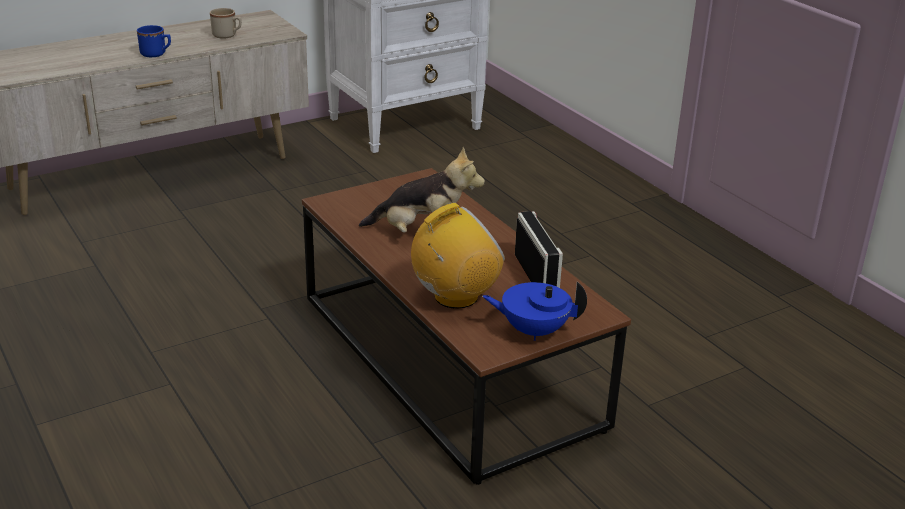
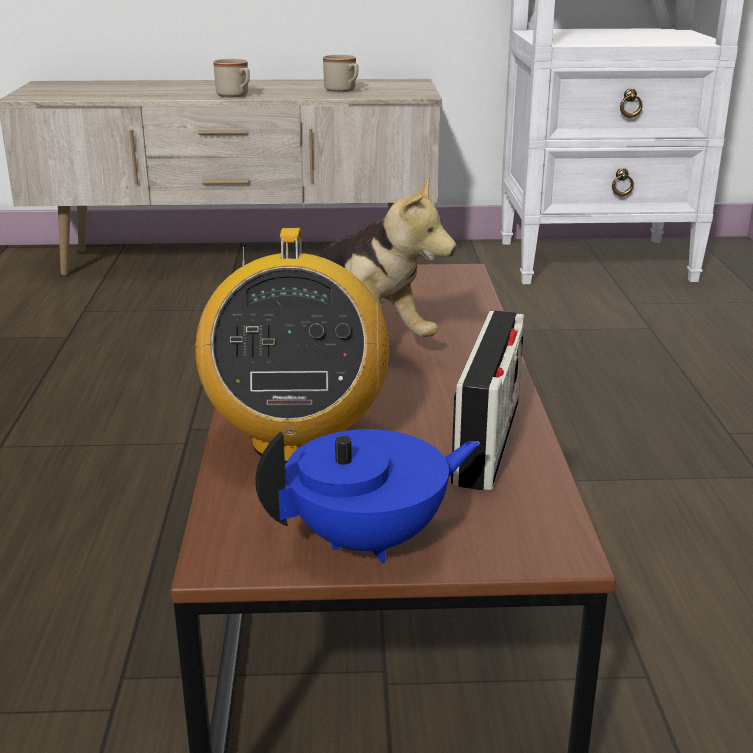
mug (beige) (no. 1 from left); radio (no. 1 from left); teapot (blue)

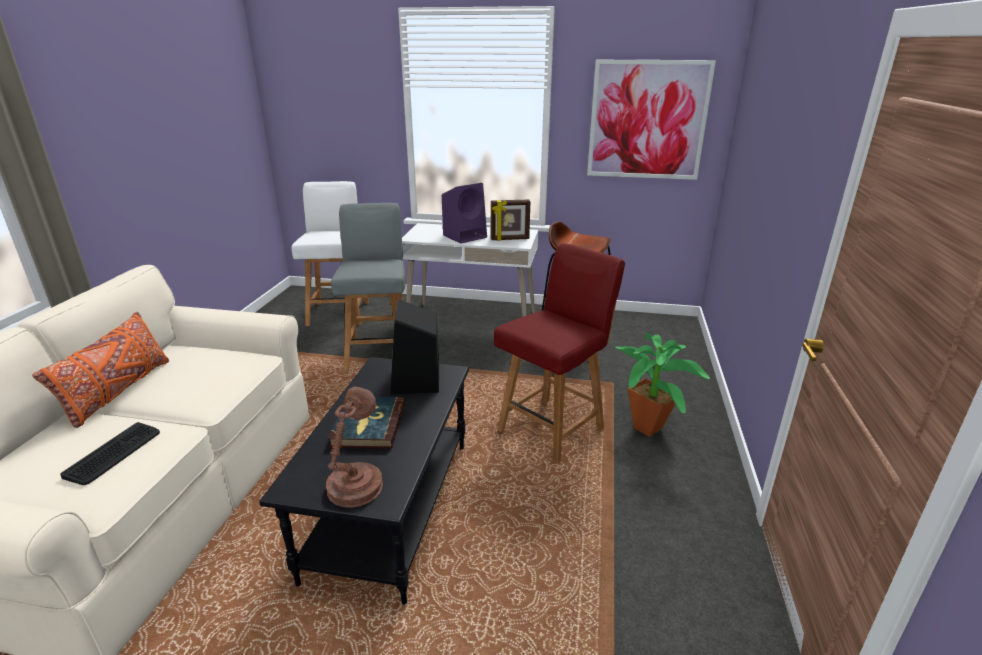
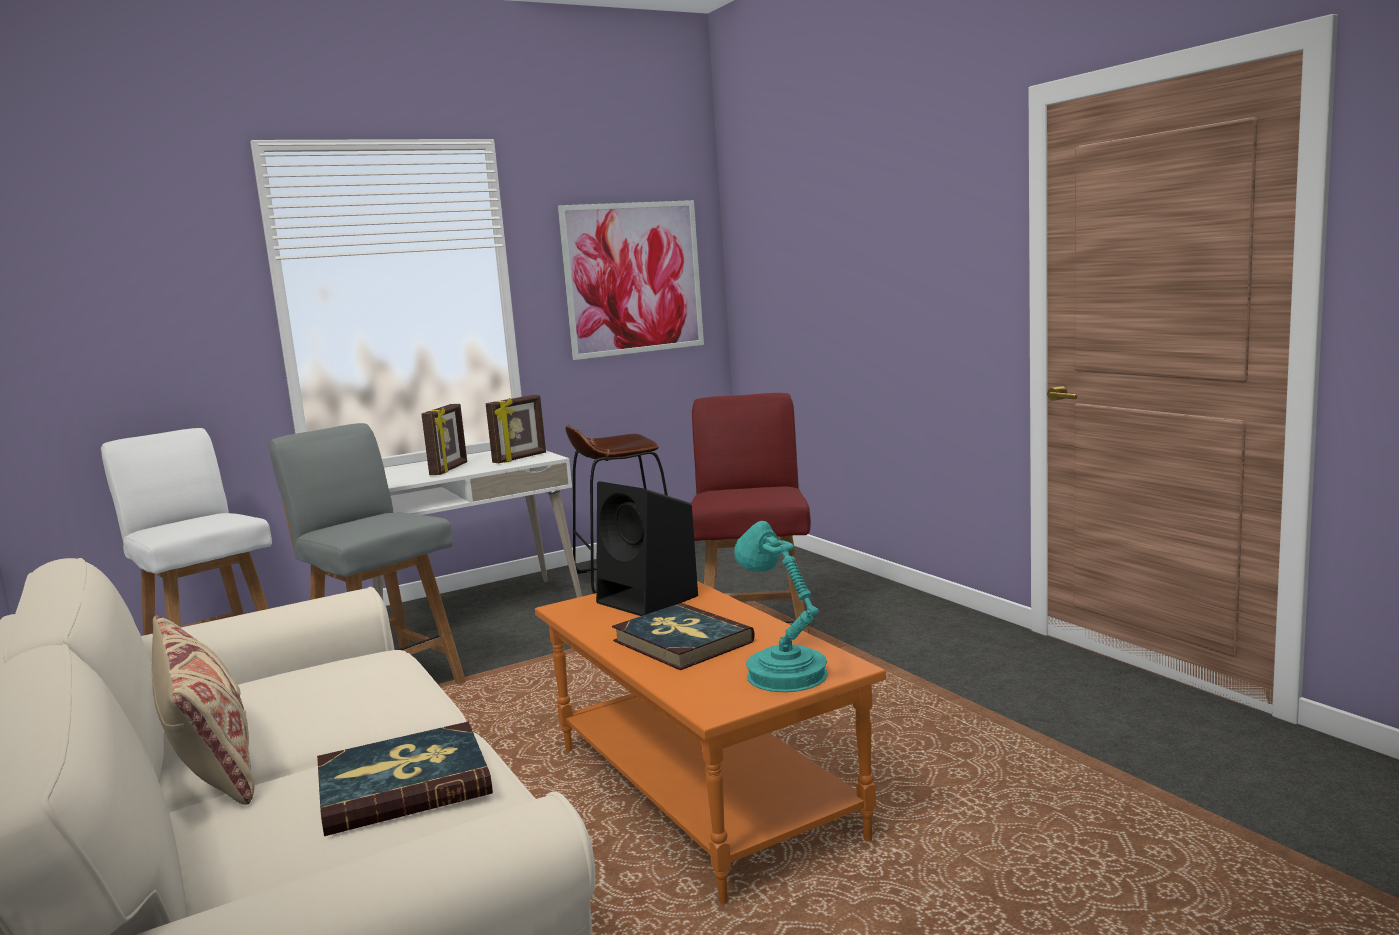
potted plant; book (no. 1 from left); picture frame (no. 1 from left); pillow (beige); coffee table (orange); table lamp (turquoise)

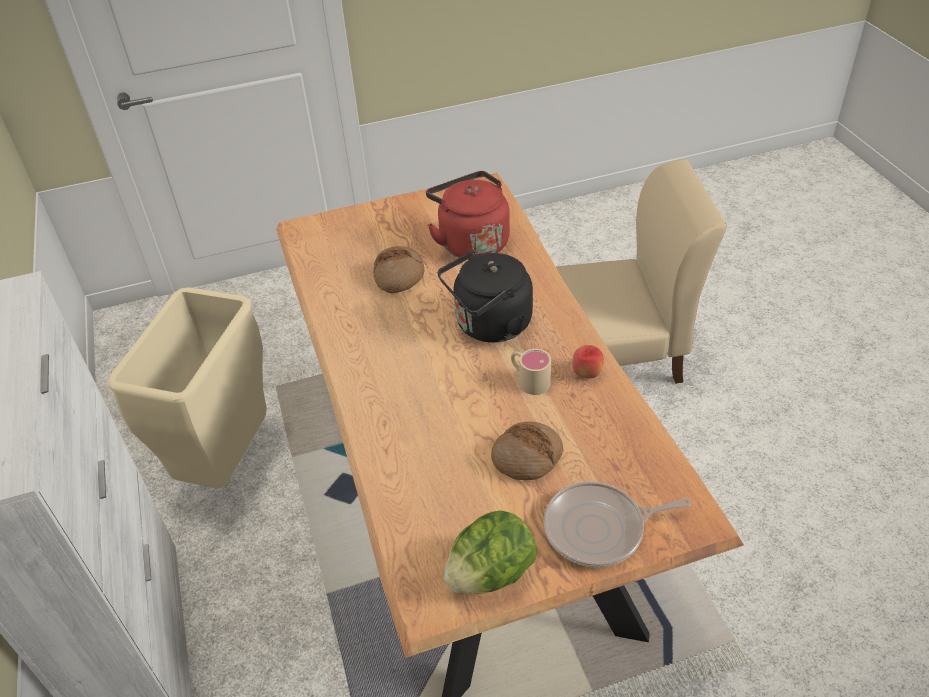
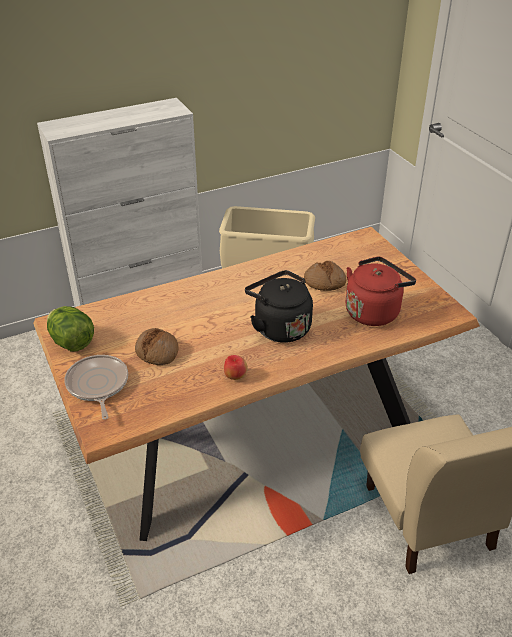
mug (beige)

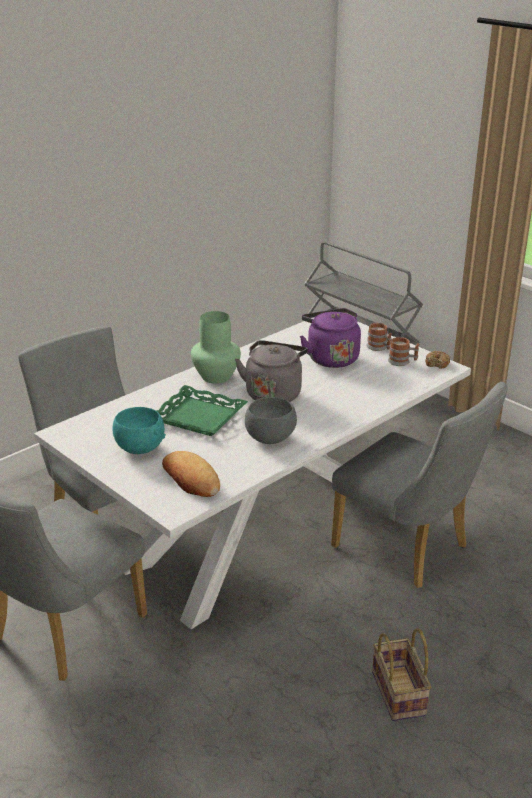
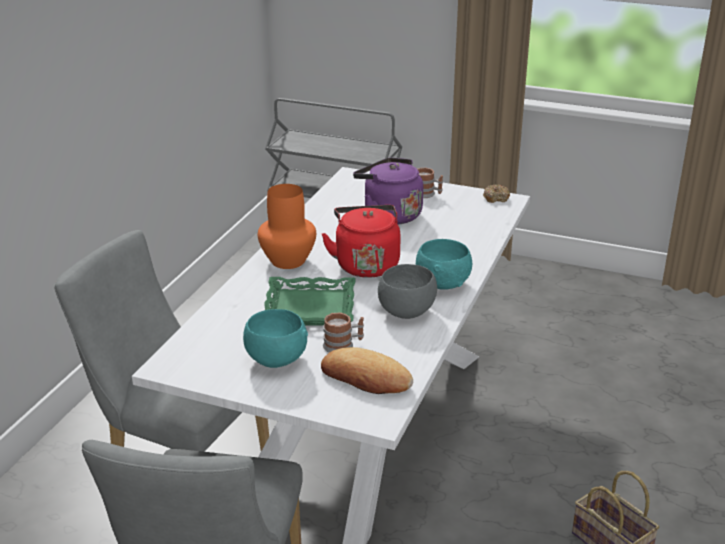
chair (grey) (no. 3 from left in the first image); bowl (turquoise) (no. 2 from left); mug (no. 1 from left); vase (orange); kettle (red)

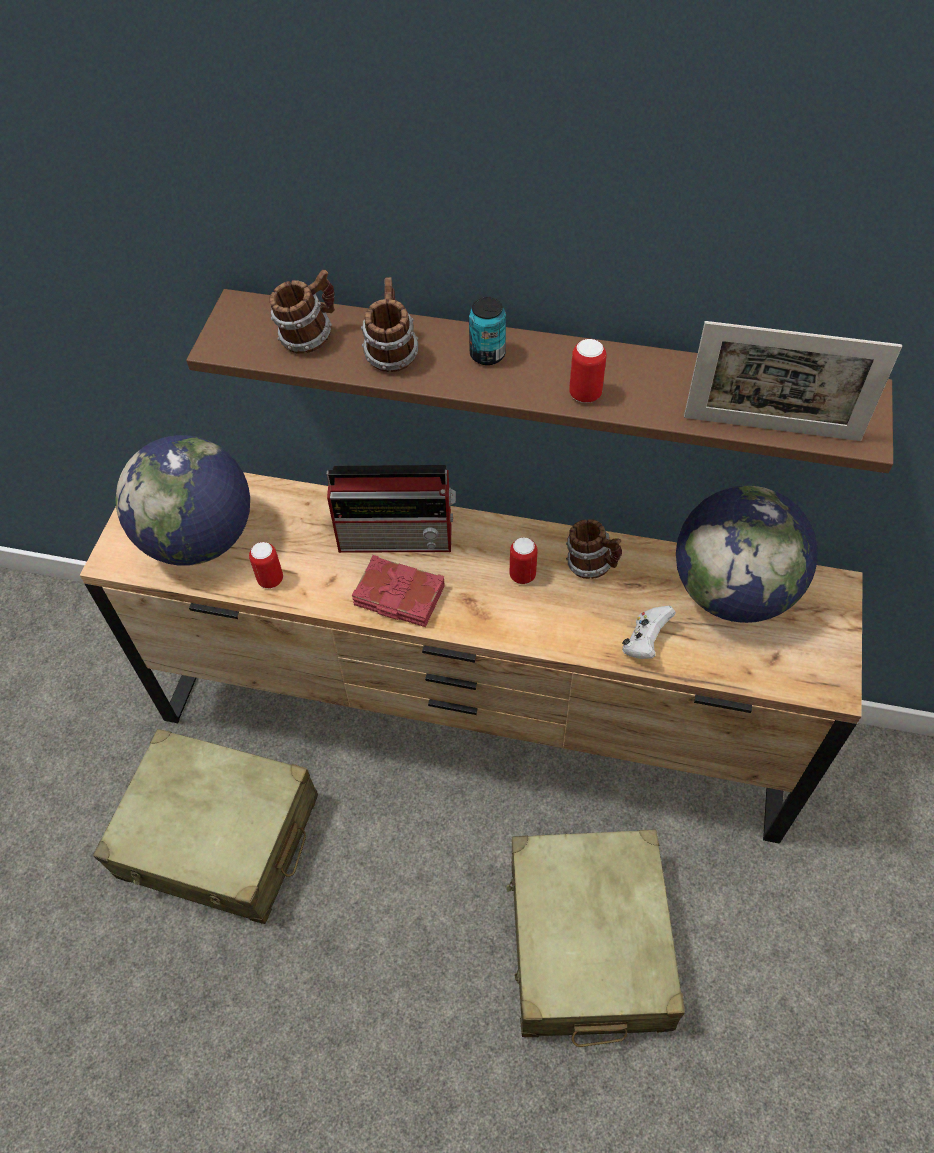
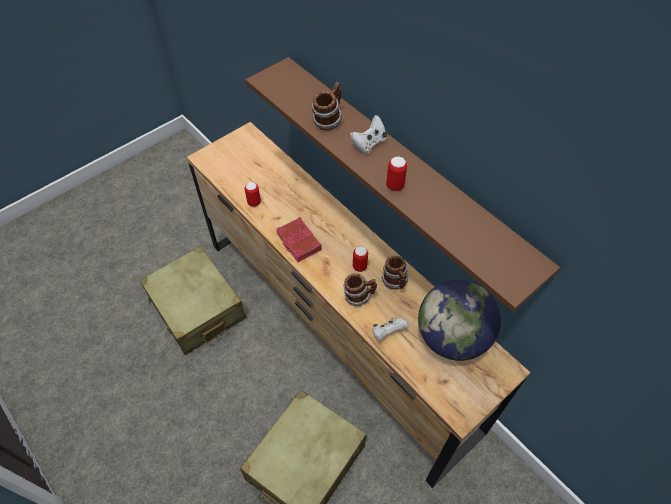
globe (no. 1 from left in the first image); radio; picture frame; mug (no. 2 from left); game controller (white) (no. 1 from left)

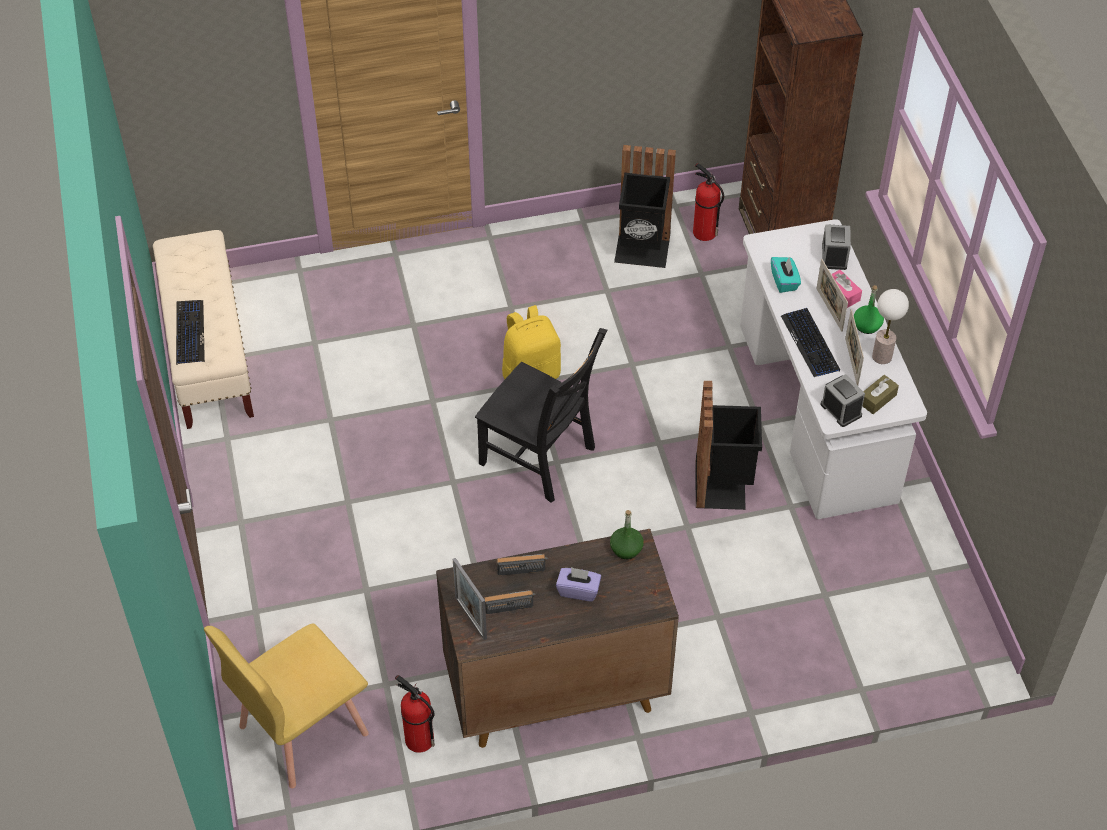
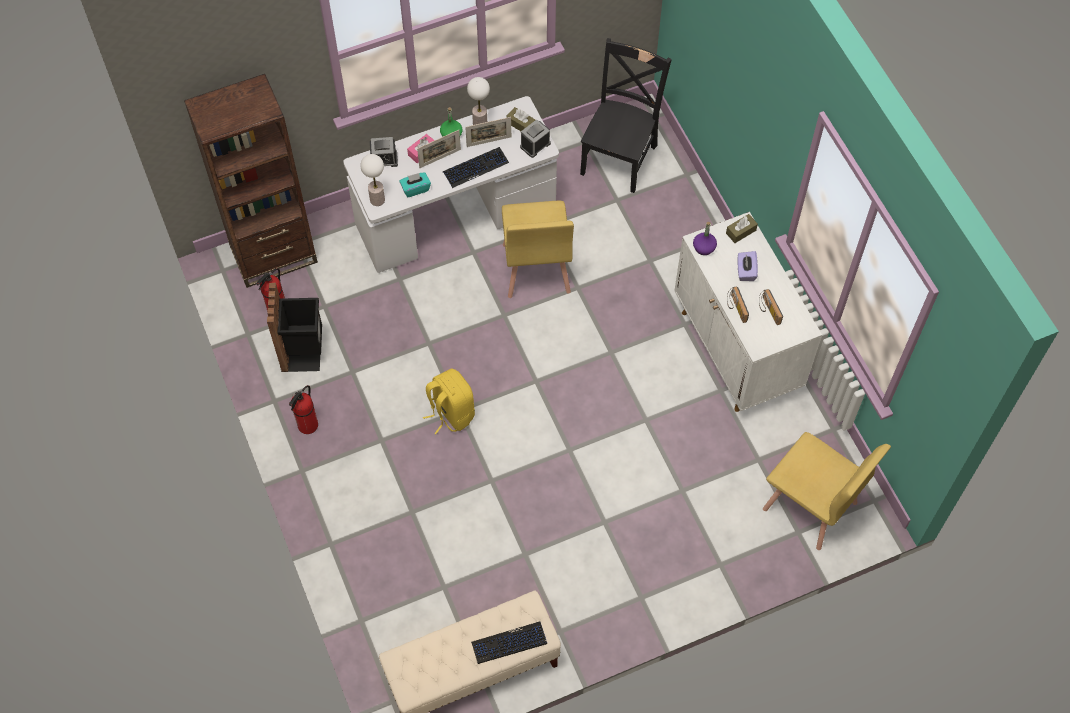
picture frame (no. 1 from left in the first image); table lamp (no. 1 from left); tissue box (brown) (no. 2 from left); fire extinguisher (no. 2 from left); chair (black); chair (yellow) (no. 1 from left); cabinet (white); bottle (purple)

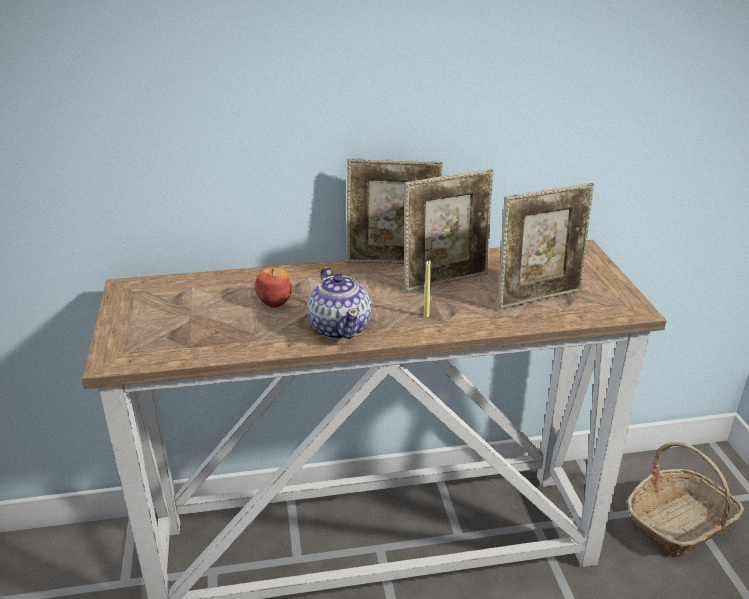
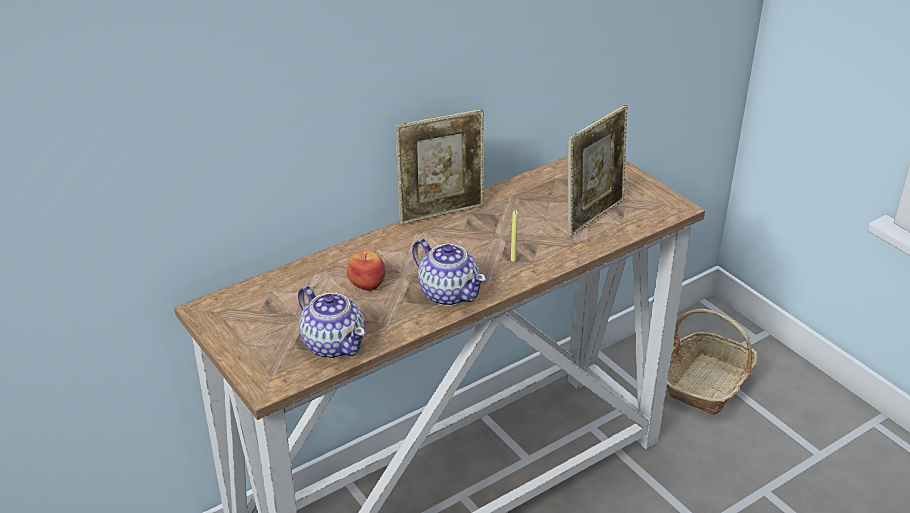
picture frame (no. 2 from left in the first image); teapot (no. 1 from left)

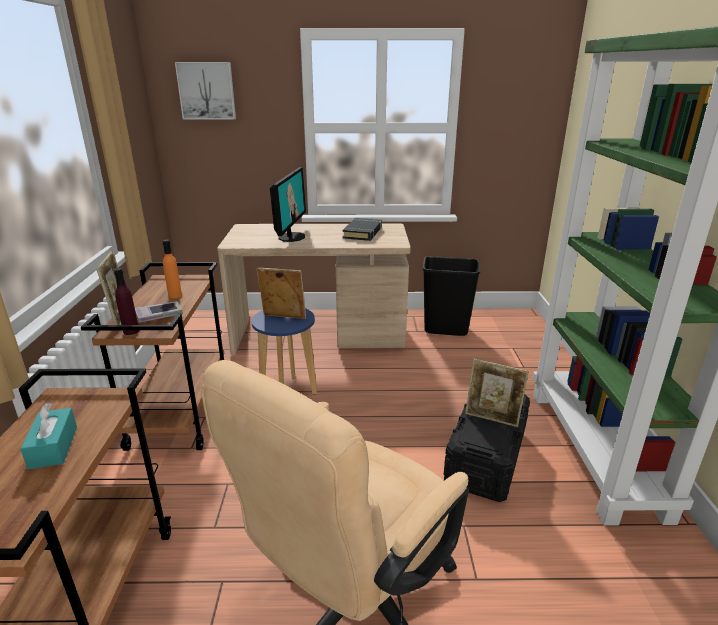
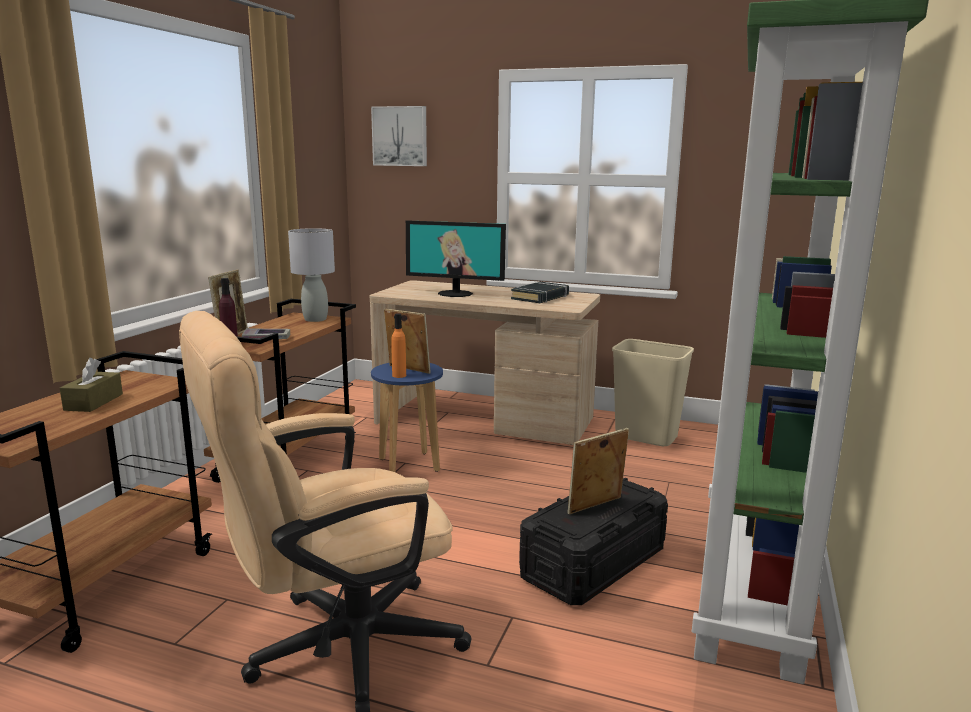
table lamp (grey); bottle (orange); tissue box (brown); trash can (beige); monitor; picture frame (no. 3 from left)

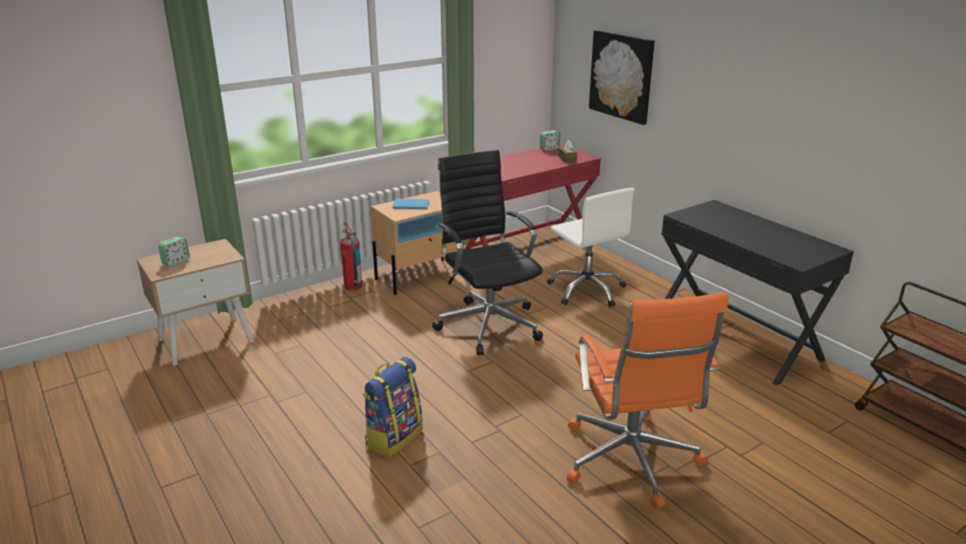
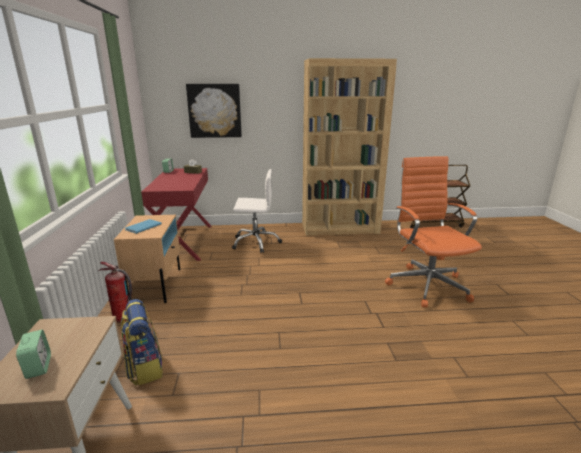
office chair (black); backpack; bookcase (brown); office chair (orange)

